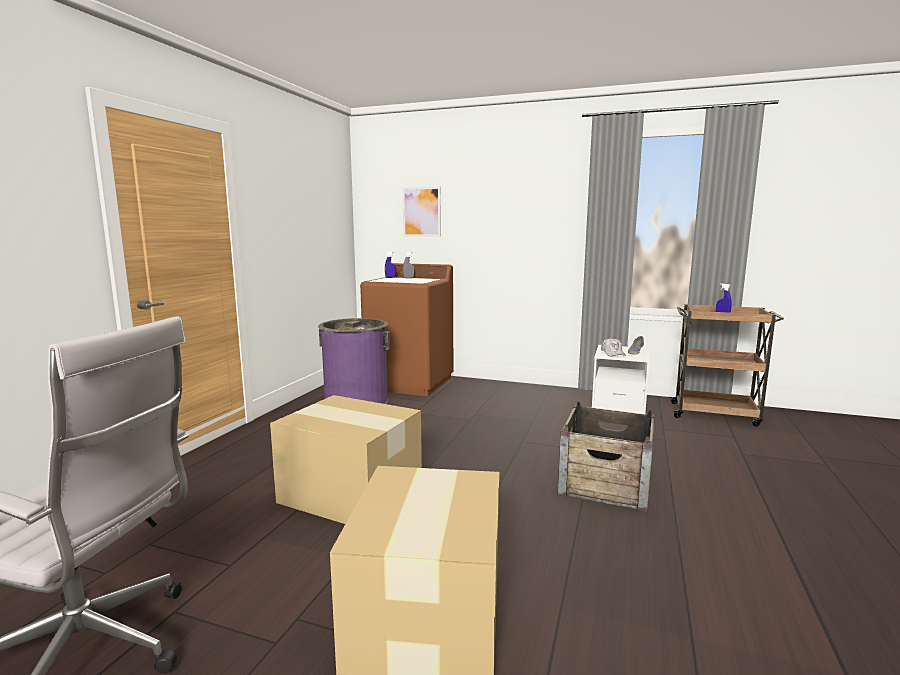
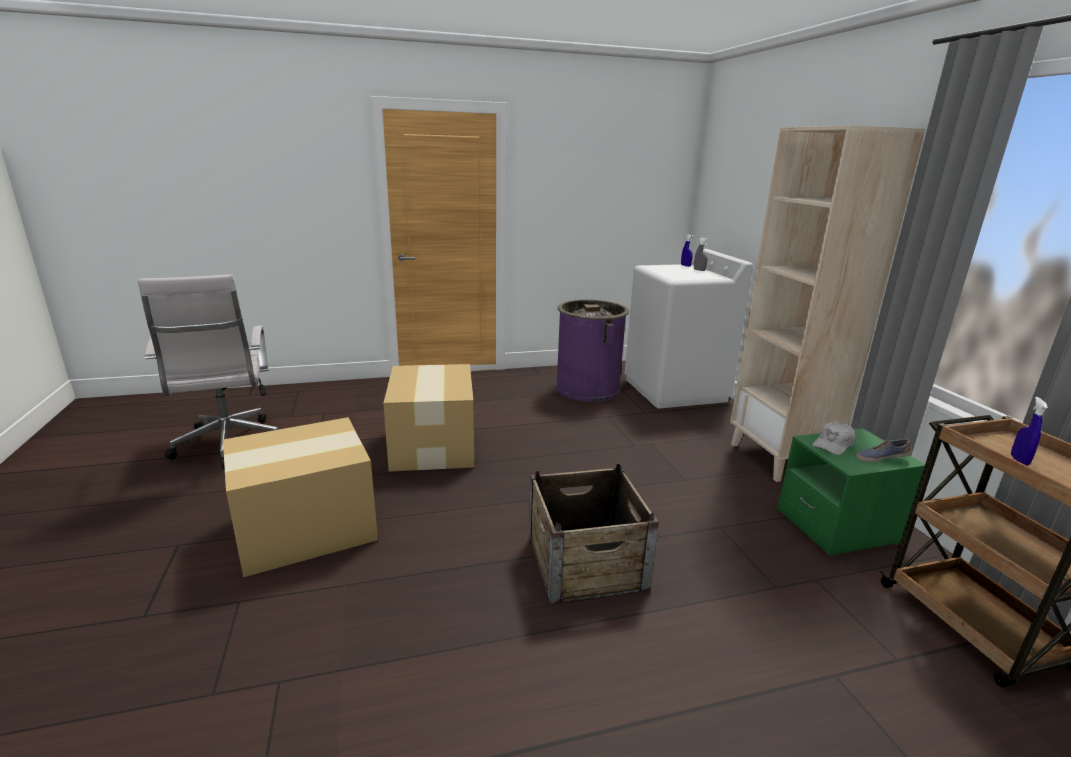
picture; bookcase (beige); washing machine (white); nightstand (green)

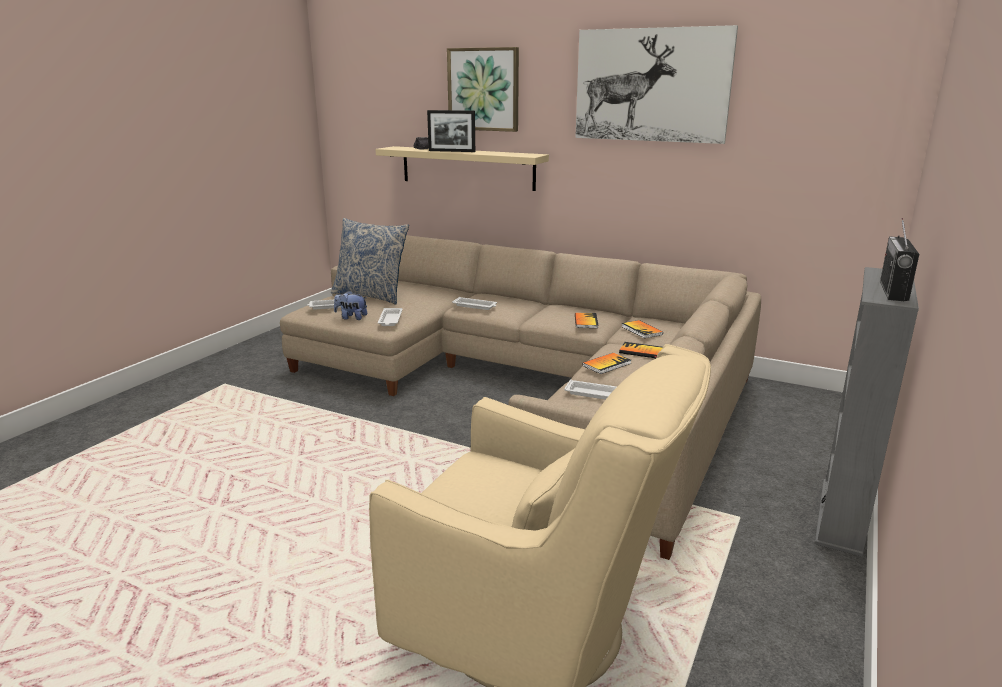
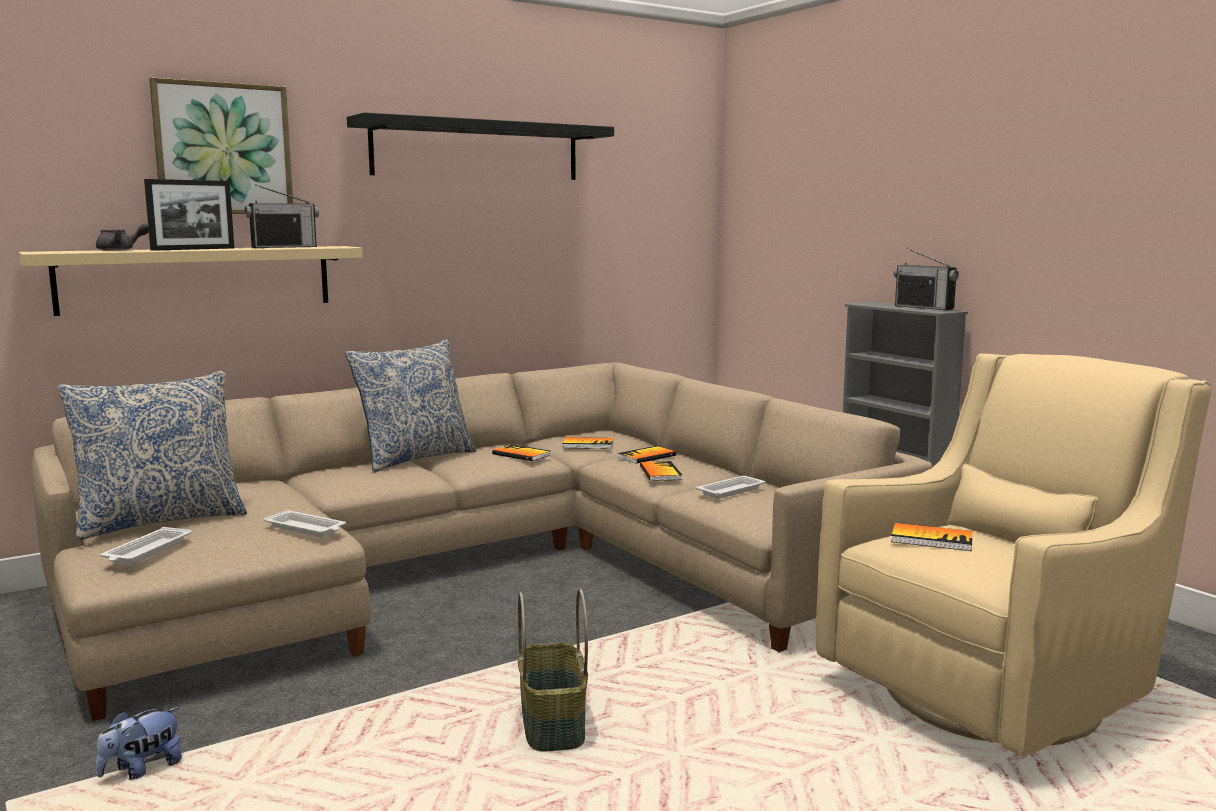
tray (white) (no. 3 from left in the first image); radio (no. 1 from left); pillow (no. 2 from left); basket; book (no. 5 from left); plush toy; shelf (black)

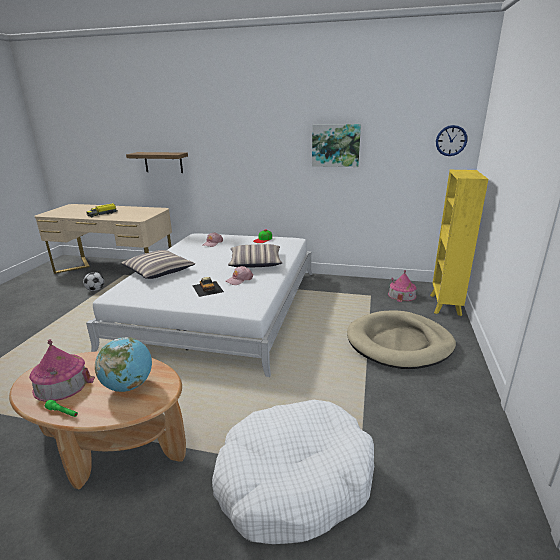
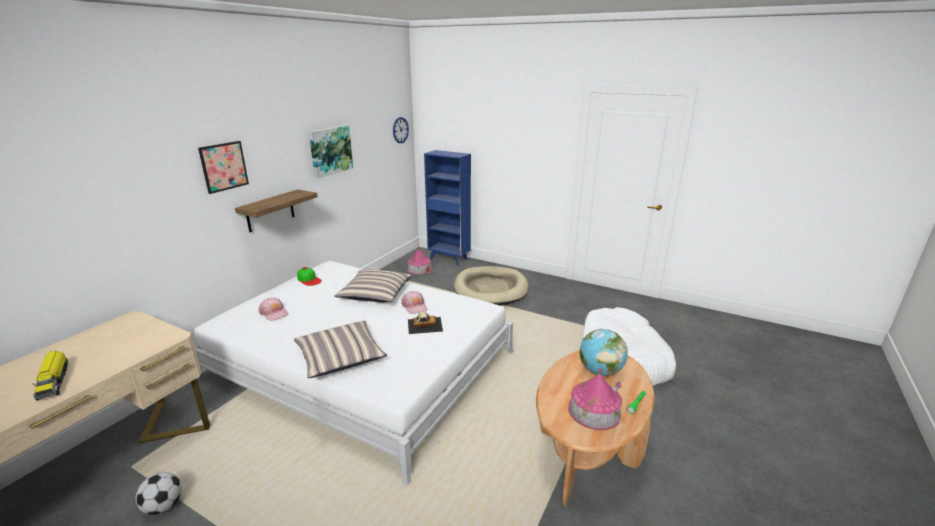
picture (no. 1 from left); shelf; bookcase (blue)

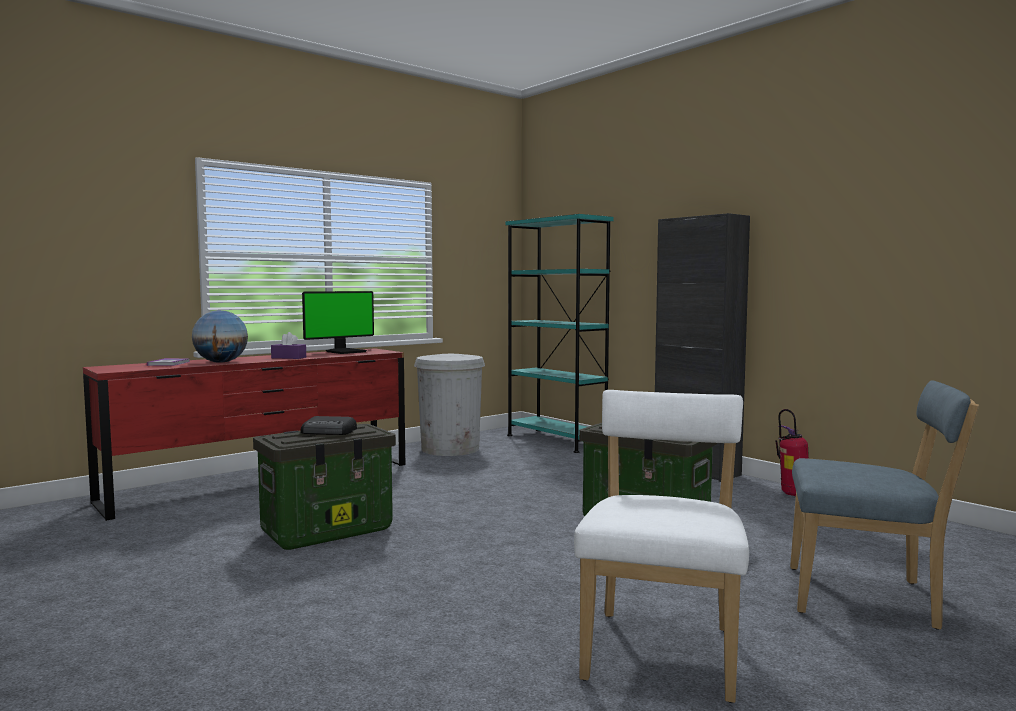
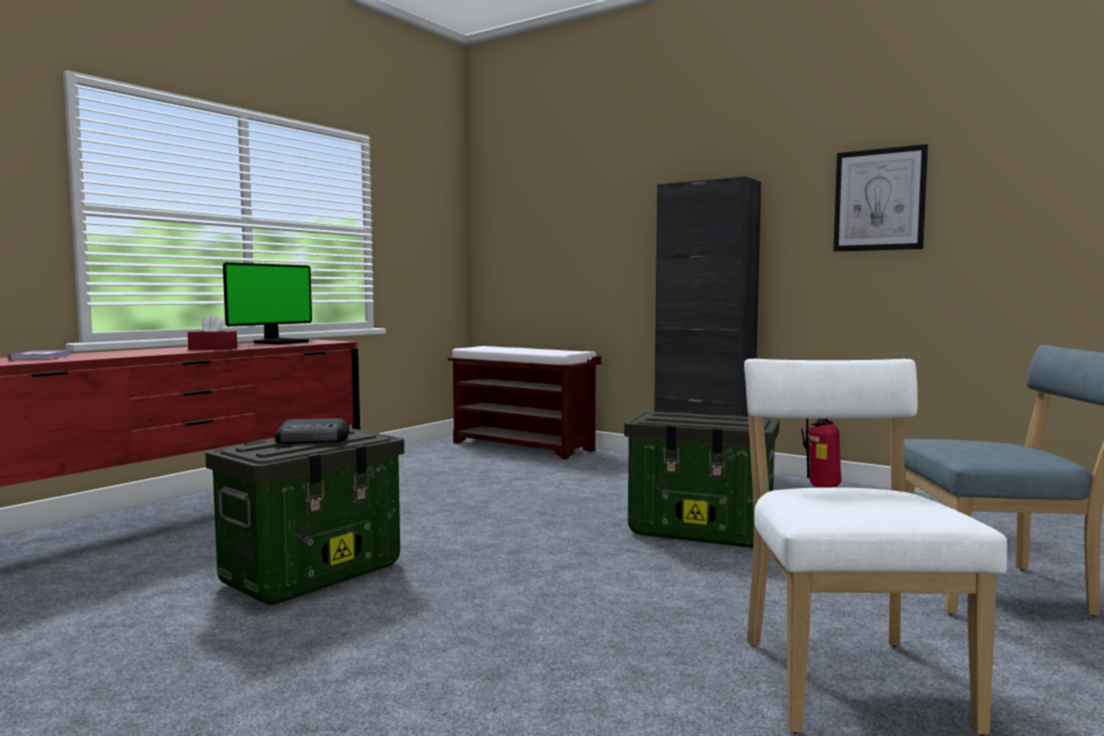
globe; trash can (white); picture; bench (brown); tissue box (red)

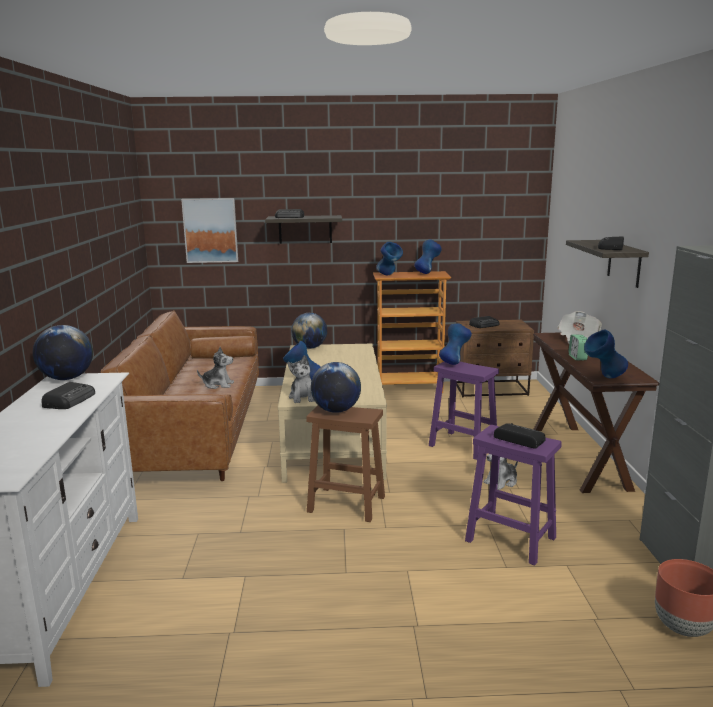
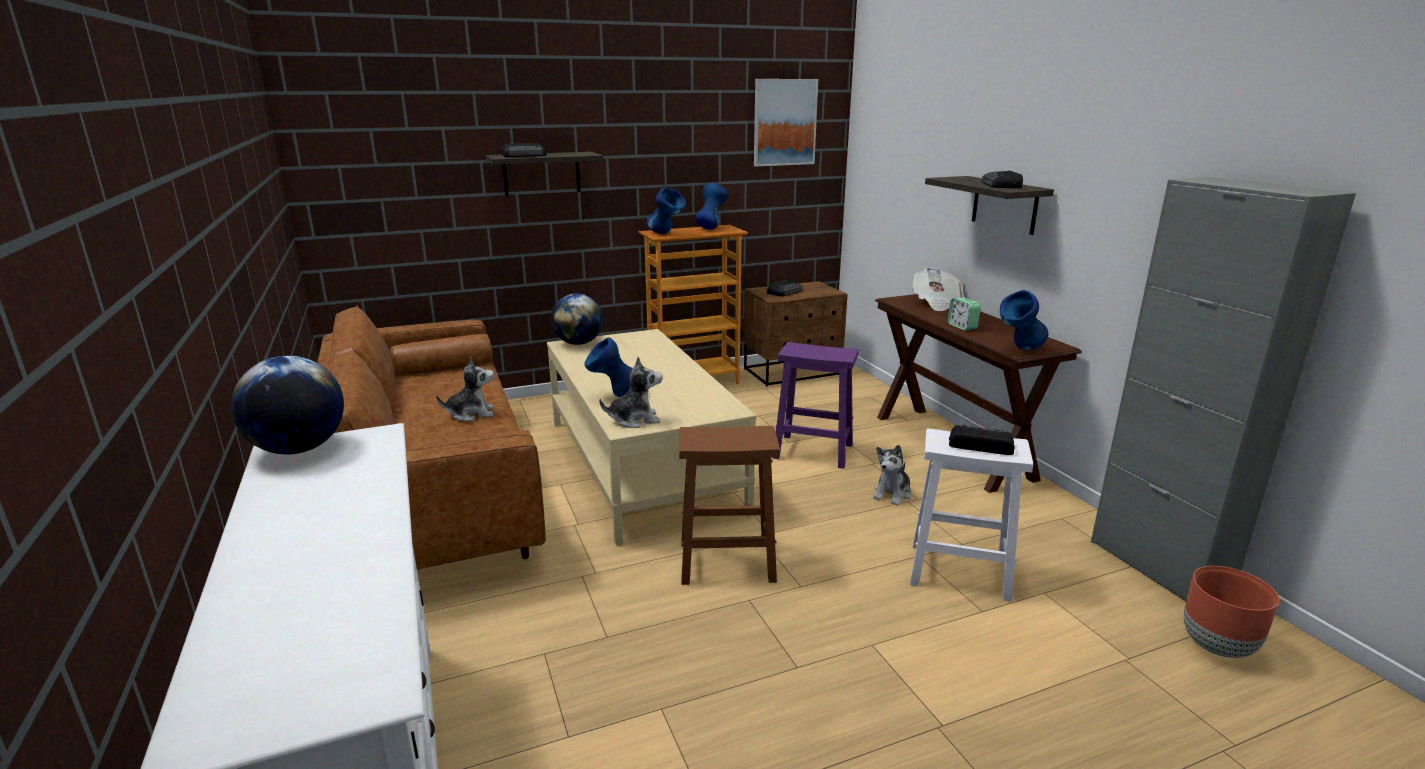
radio (no. 1 from left in the first image); globe (no. 3 from left in the first image); vase (blue) (no. 4 from left in the first image); picture; stool (white); plush toy (no. 2 from left)

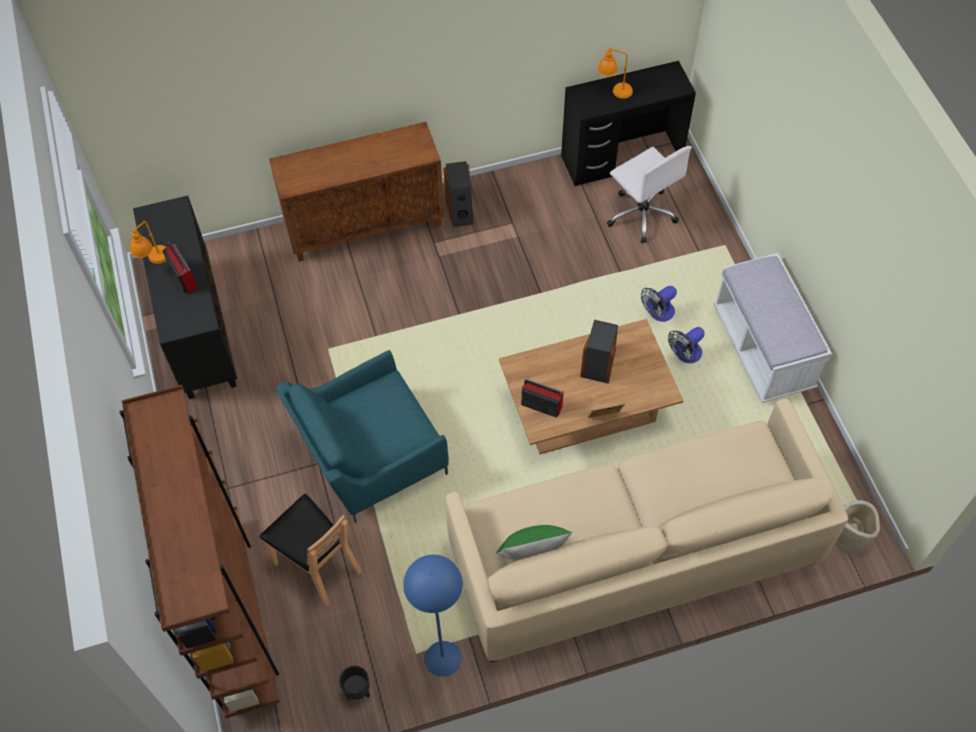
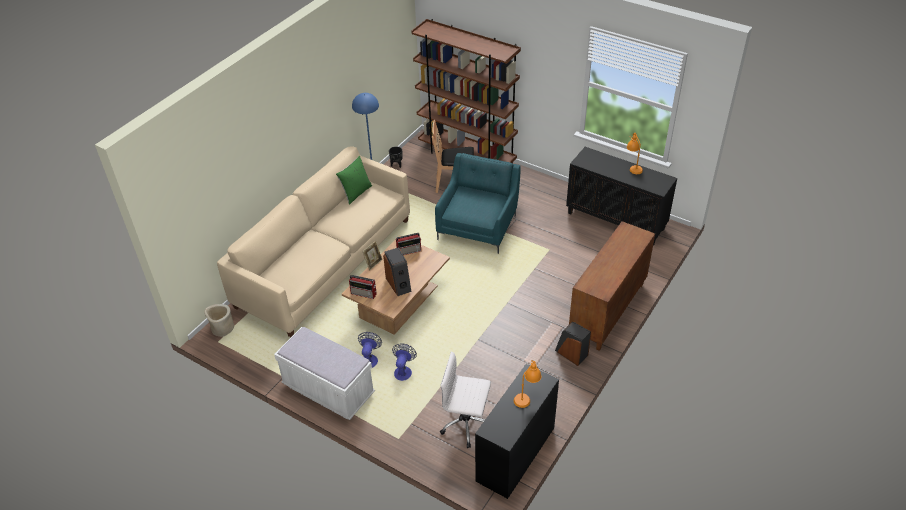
radio (no. 1 from left)

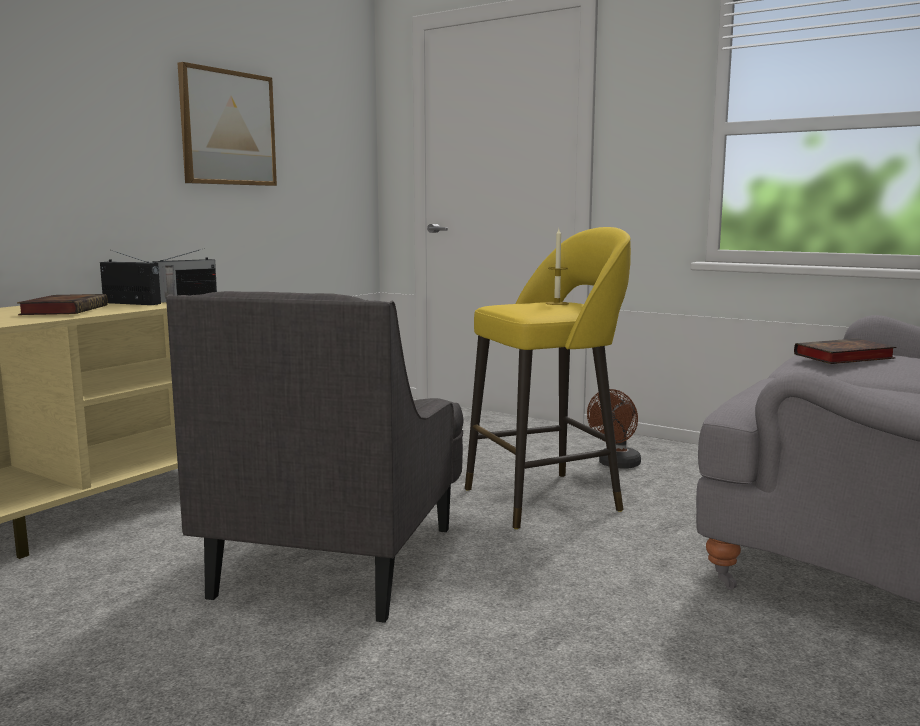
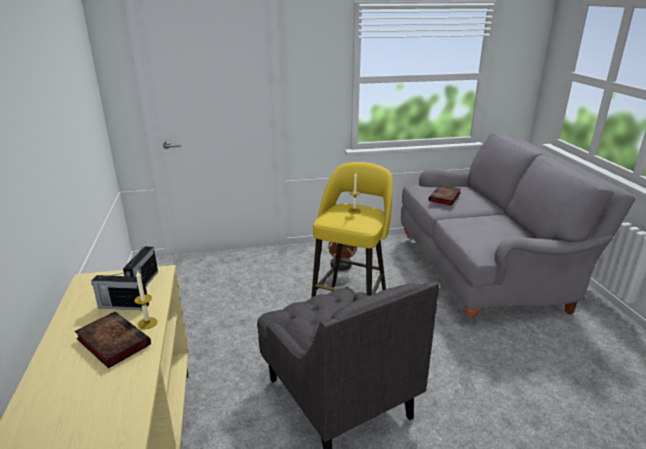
picture; candle (no. 1 from left); radio (no. 1 from left)

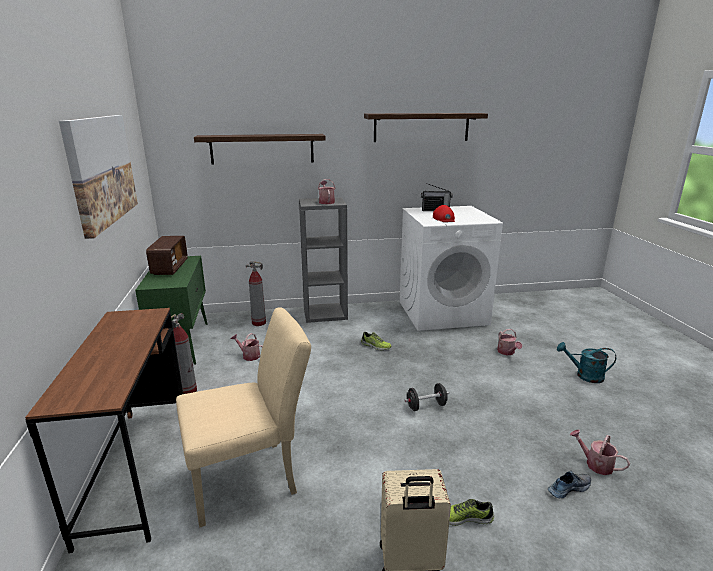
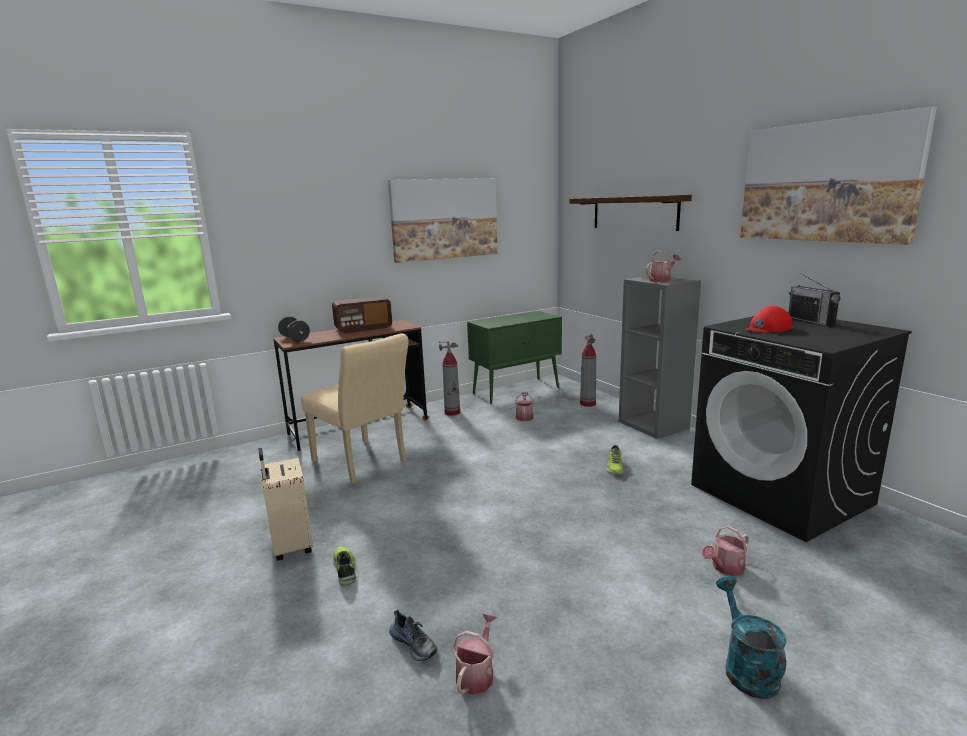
radio (no. 1 from left); dumbbell (black); picture (no. 2 from left); washing machine (black)

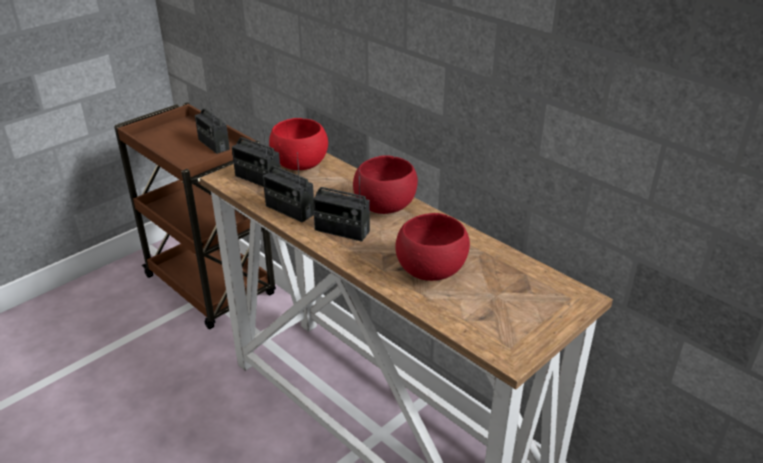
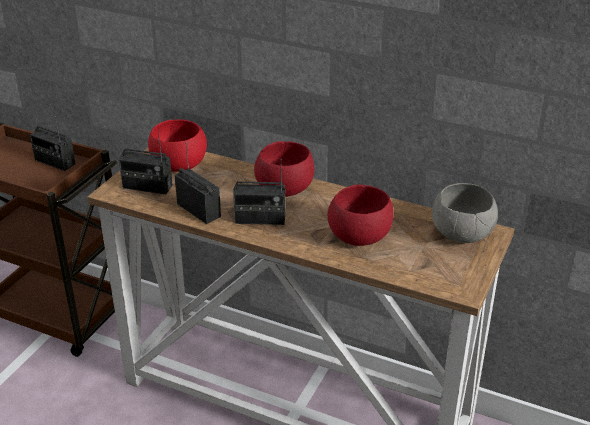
bowl (grey); radio (no. 3 from left)

